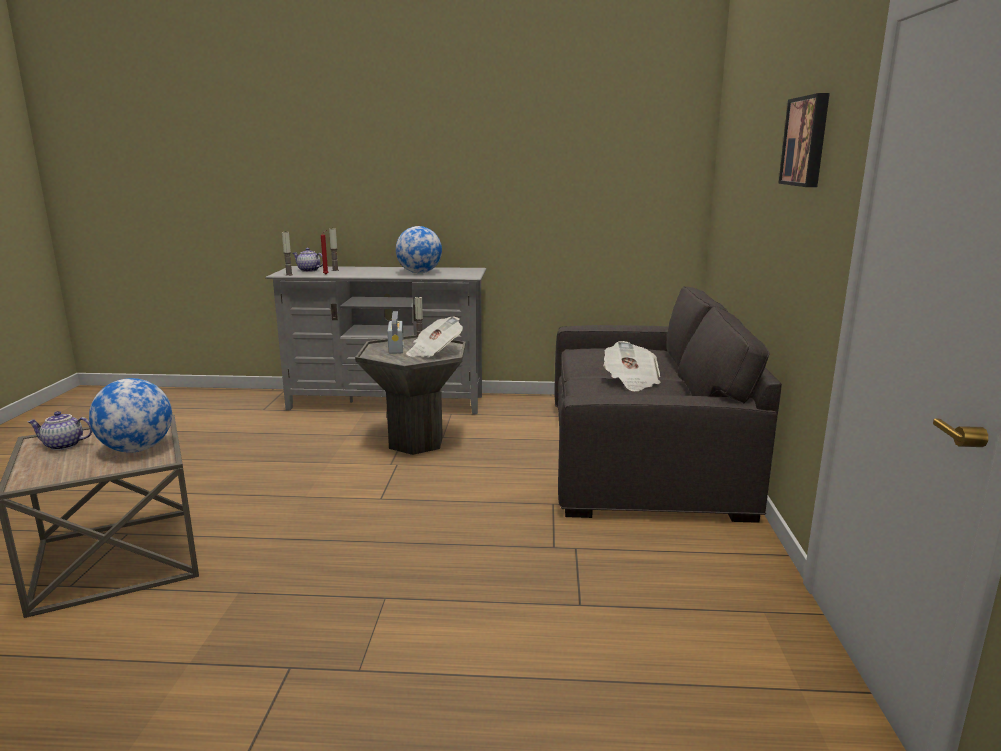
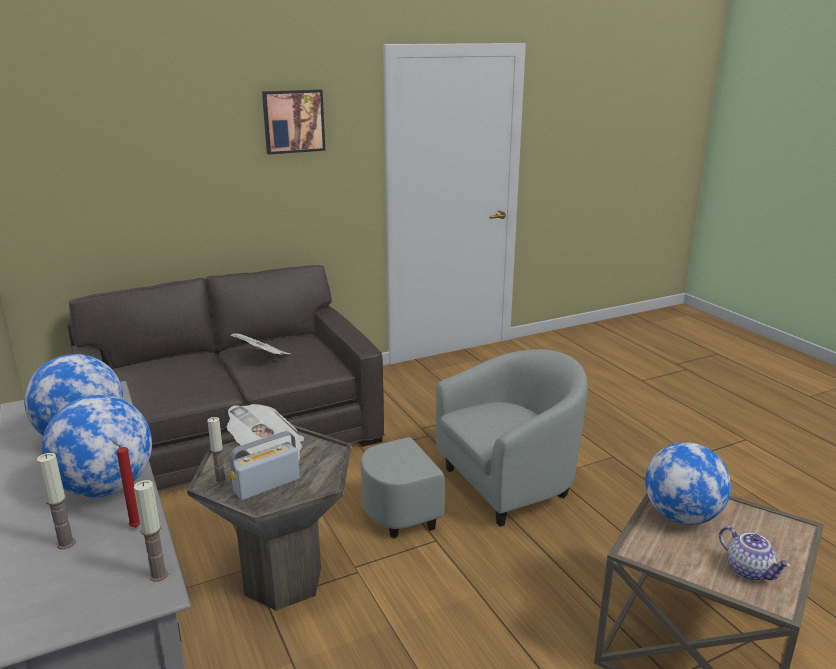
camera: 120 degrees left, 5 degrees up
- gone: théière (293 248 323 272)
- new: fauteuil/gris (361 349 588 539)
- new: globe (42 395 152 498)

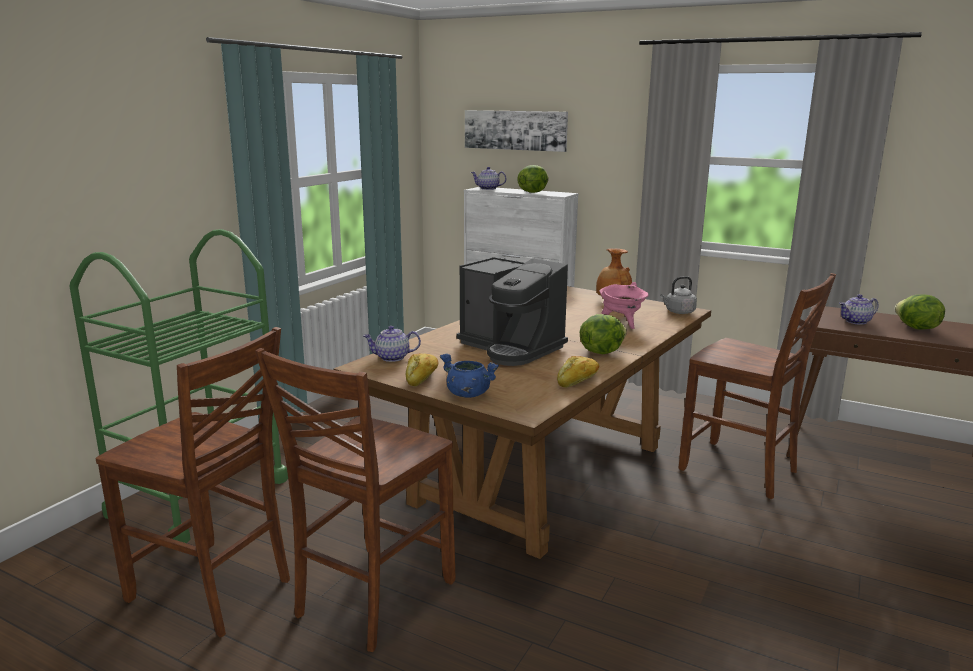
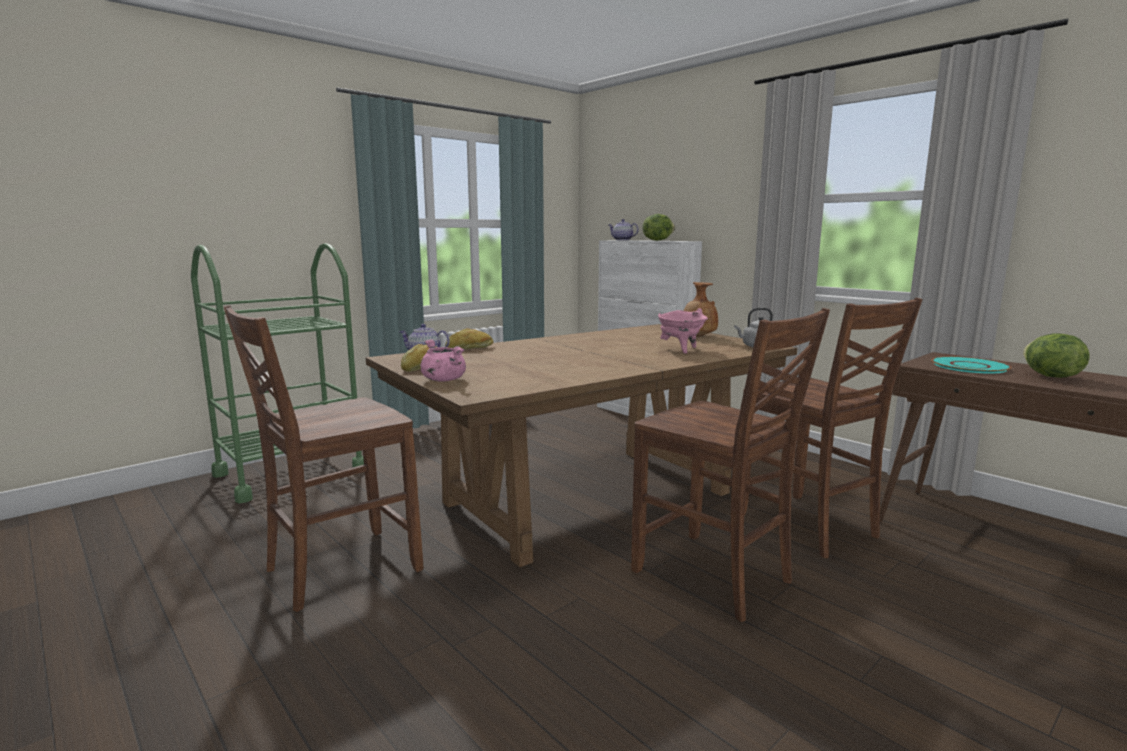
camera: 20 degrees right, 5 degrees down
- gone: tableau (465 110 568 152)
- gone: machine à café (456 257 568 366)
- swapped: théière (839 294 879 325) to assiette/turquoise (931 357 1012 374)
- gone: laitue (580 314 627 354)
- shifted: chaise/marron (96 327 290 638) to (631 308 830 622)
- repainted: marmite/bleu (440 354 499 398) to marmite/rose (421 339 466 382)
- shifted: pain (557 356 600 388) to (445 328 493 349)

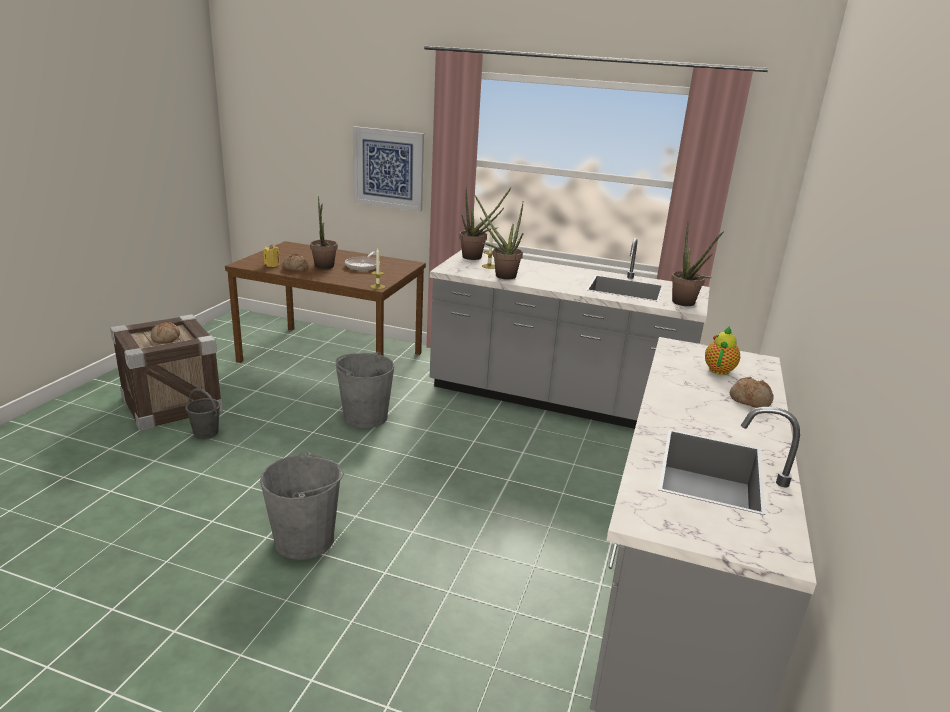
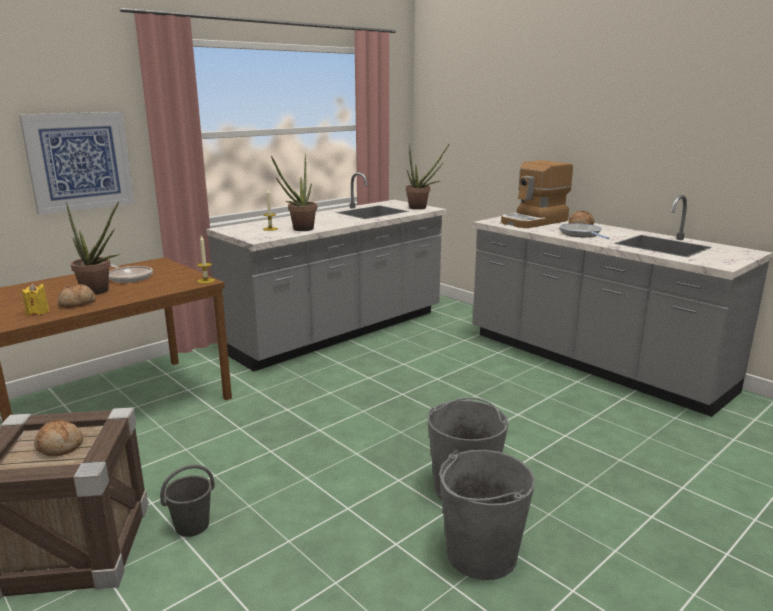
camera: 60 degrees left, 5 degrees down
- gone: plante en pot (459 187 511 260)
- swapped: théière (705 326 740 375) to machine à café (501 160 573 228)
- shifted: seau/gris (336 352 394 428) to (439 450 535 580)
- new: poêle (559 223 610 239)

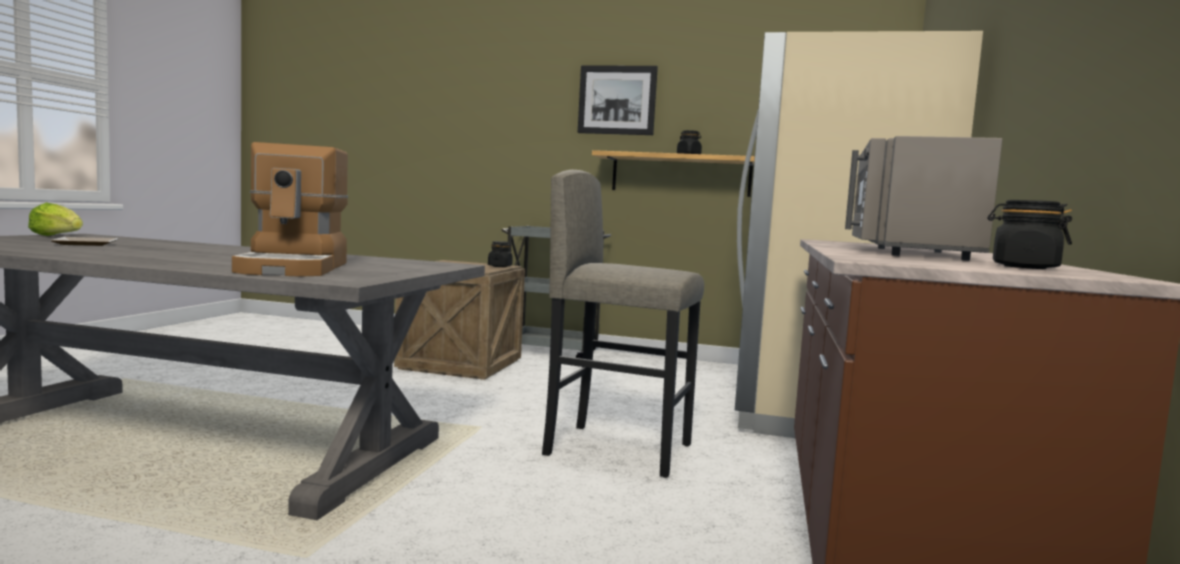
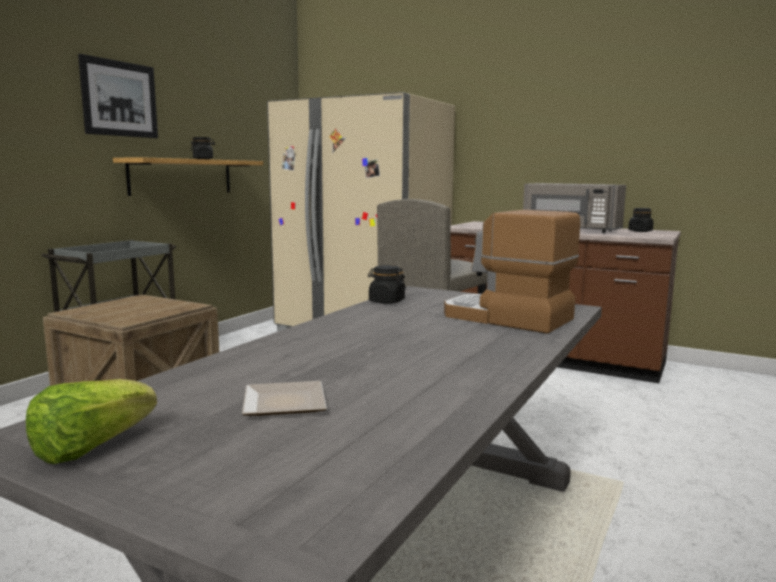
camera: 75 degrees left, 5 degrees up
- rotated: machine à café (232 142 348 277) = (444 210 580 334) 150 degrees counterclockwise
- shifted: bocal/noir (488 241 513 267) to (368 265 406 304)

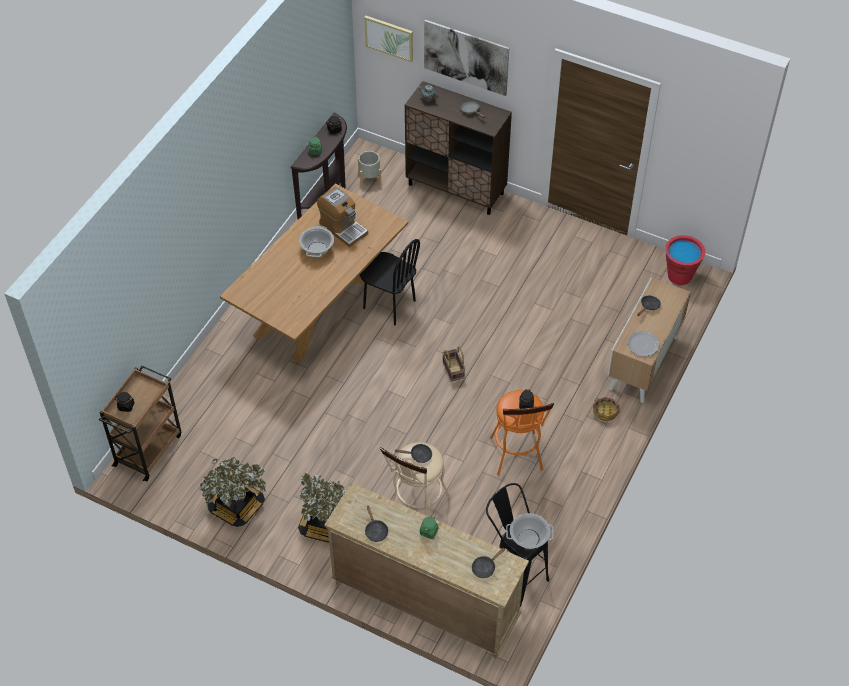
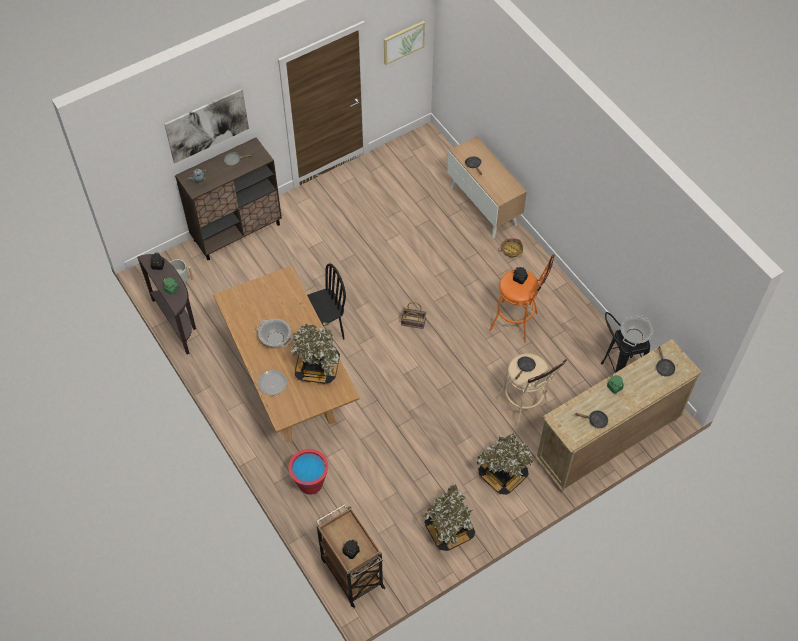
camera: 60 degrees left, 5 degrees up
- shifted: tableau (364 16 413 62) to (384 21 425 65)
- gone: machine à café (317 186 368 247)
- shifted: seau/rouge (665 235 705 285) to (288 449 328 495)
- shifted: assiette (627 331 660 357) to (258 370 287 396)
- new: plante en pot (291 322 340 384)

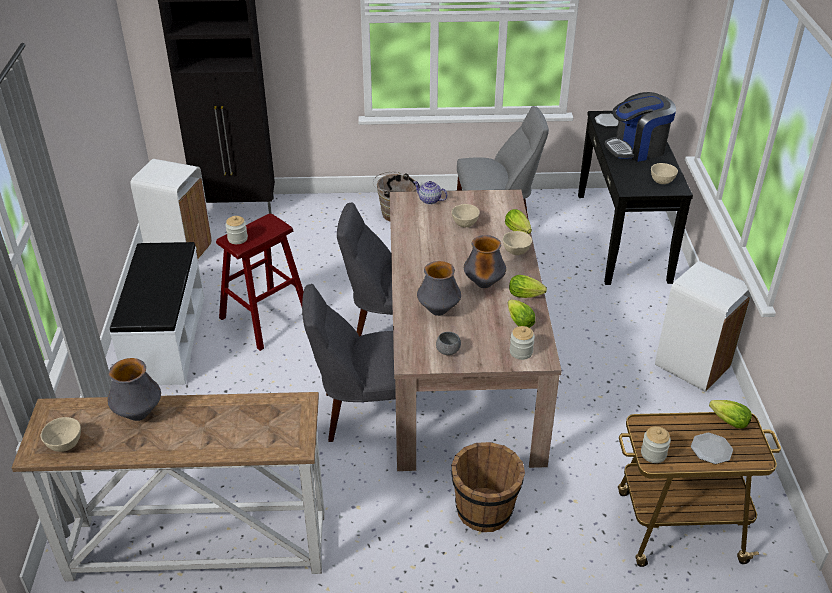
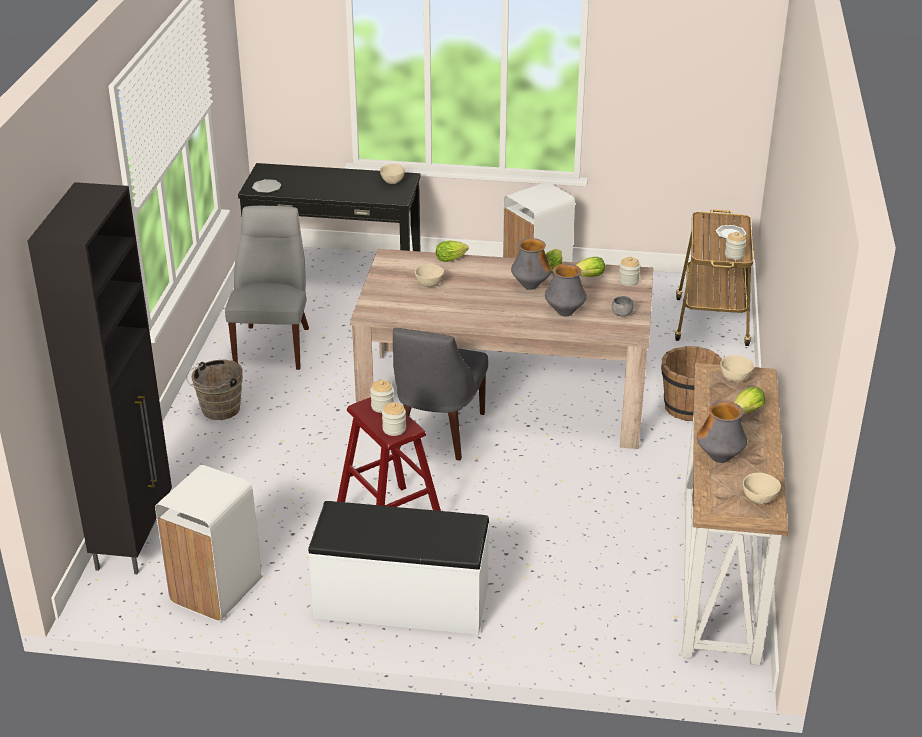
camera: 80 degrees left, 5 degrees down
- gone: machine à café (605 92 676 162)
- gone: théière (413 181 448 205)
- shifted: bol/beige (503 231 532 255) to (720 355 754 382)
- gone: chaise/gris (302 284 396 442)
- shifted: laitue (709 400 752 429) to (734 387 765 414)
- new: bocal (370 380 394 413)

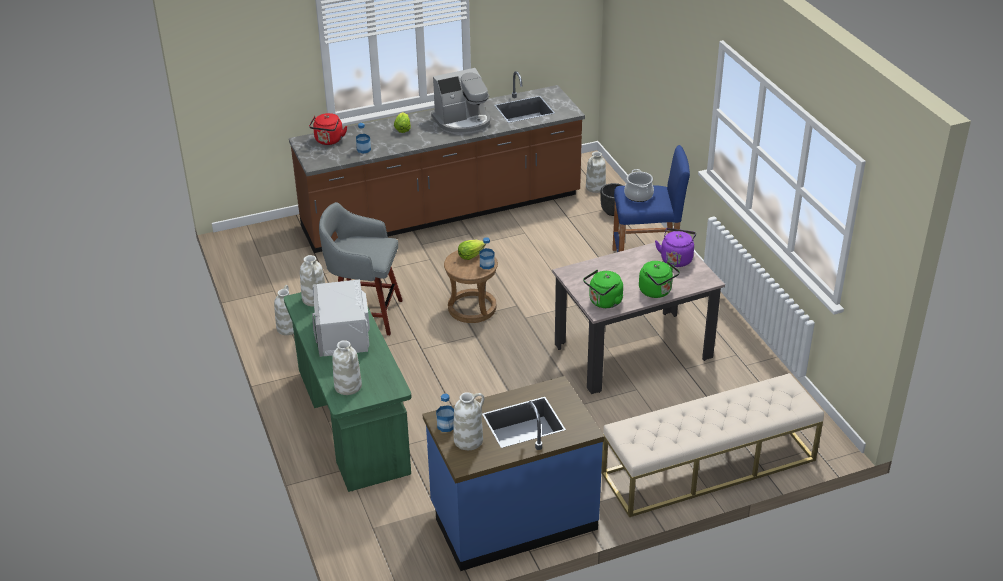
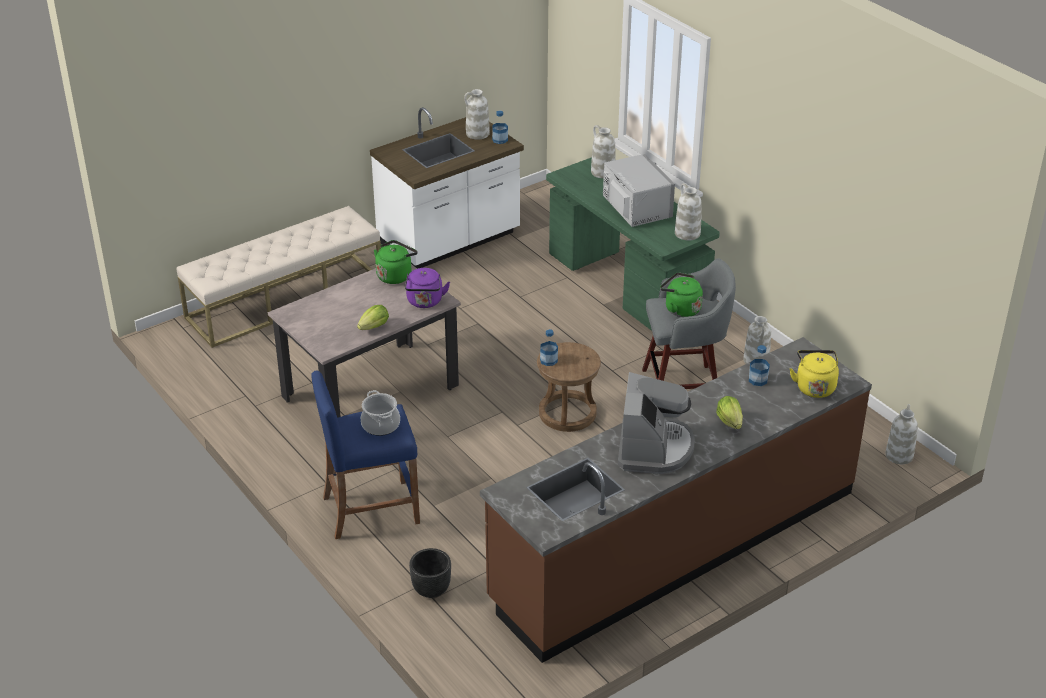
camera: 165 degrees right, 0 degrees up
- rotated: machine à café (431 68 490 134) = (618 372 695 474) 135 degrees clockwise
- repainted: bouilloire/rouge (309 113 347 145) to bouilloire/jaune (790 350 839 398)
- shifted: vase/blanc (586 151 606 193) to (885 404 918 464)
- shifted: bouilloire/violet (655 228 696 267) to (405 268 450 308)
- shifted: laitue (458 240 486 260) to (357 305 389 330)
- shifted: bouilloire/vert (639 261 680 298) to (660 272 703 317)
- repainted: comptoir de cuisine/bleu (423 376 604 571) to comptoir de cuisine/blanc (370 107 524 269)

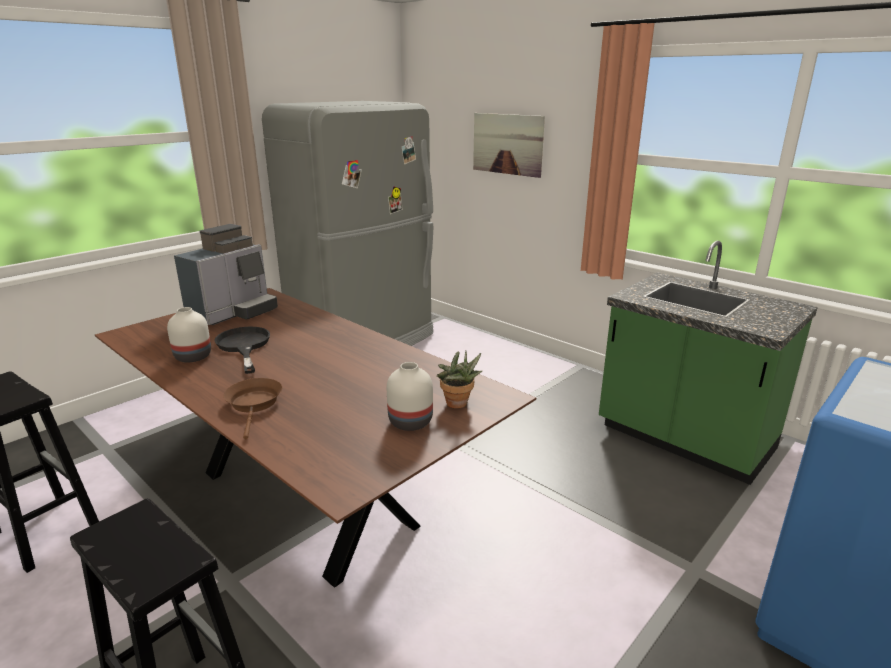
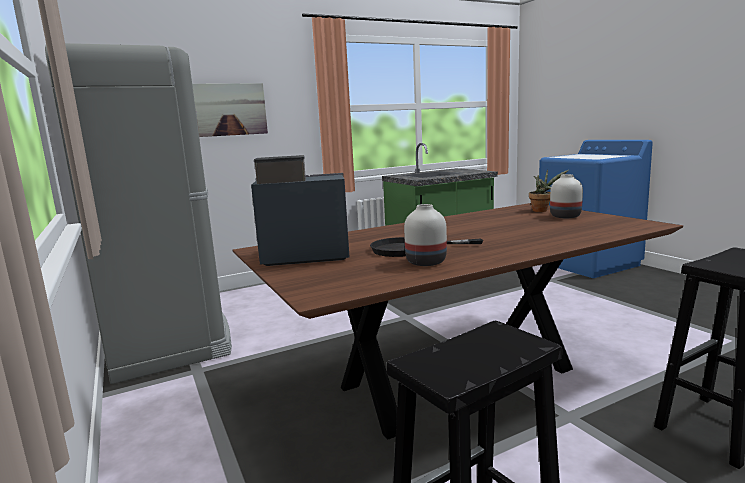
camera: 70 degrees left, 10 degrees down
- rotated: machine à café (174 224 278 325) = (251 155 349 266) 60 degrees counterclockwise
- gone: poêle/marron (223 378 282 439)

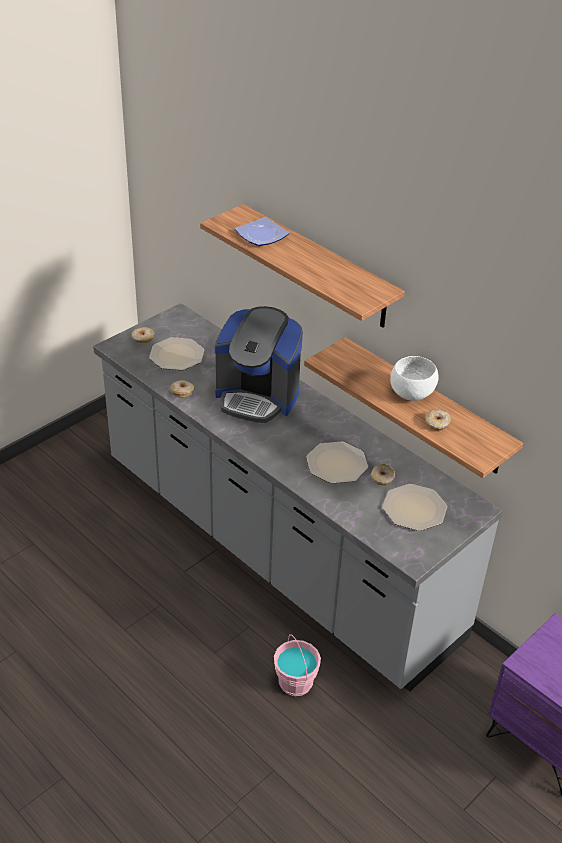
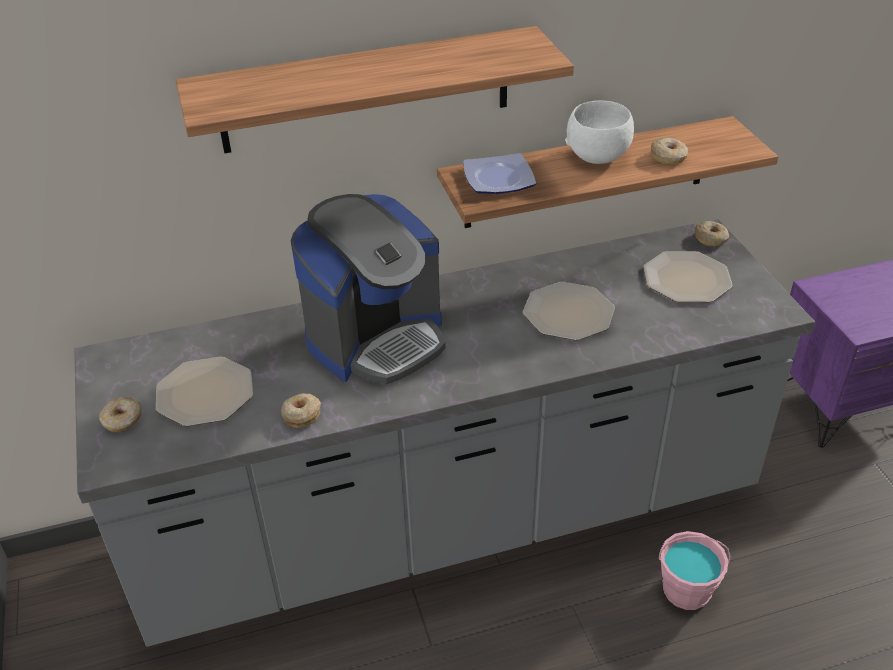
camera: 60 degrees left, 0 degrees up
- shifted: assiette (235 217 290 246) to (463 153 536 194)
- shifted: beignet (371 464 395 485) to (695 221 729 246)

